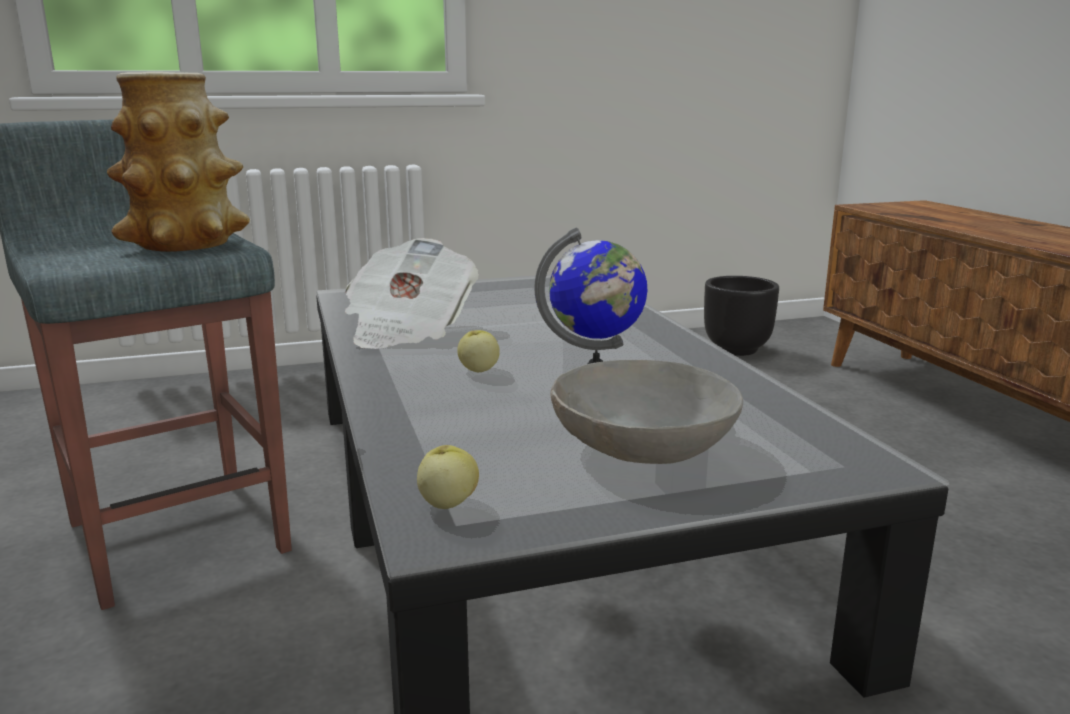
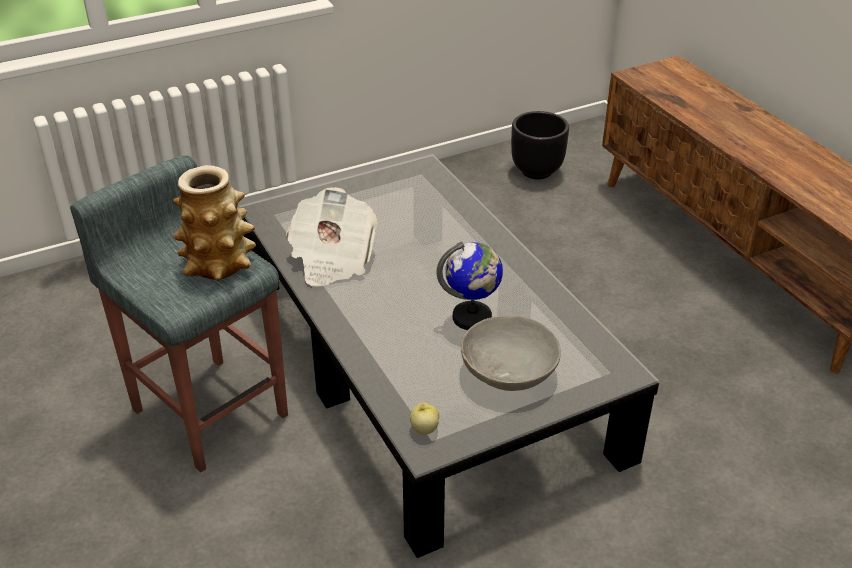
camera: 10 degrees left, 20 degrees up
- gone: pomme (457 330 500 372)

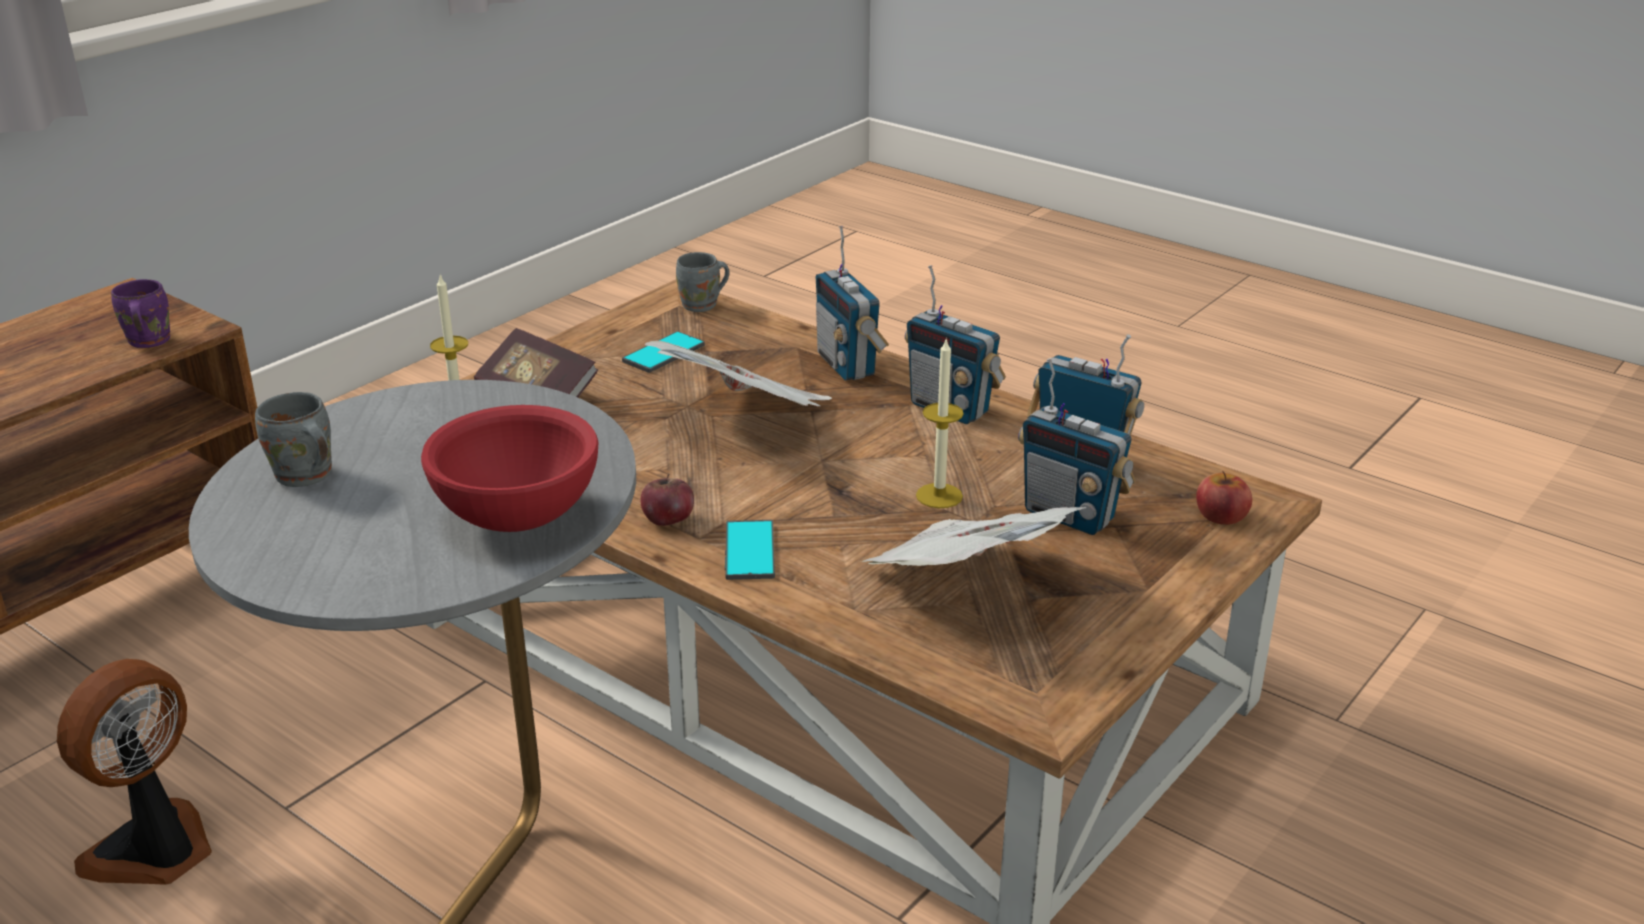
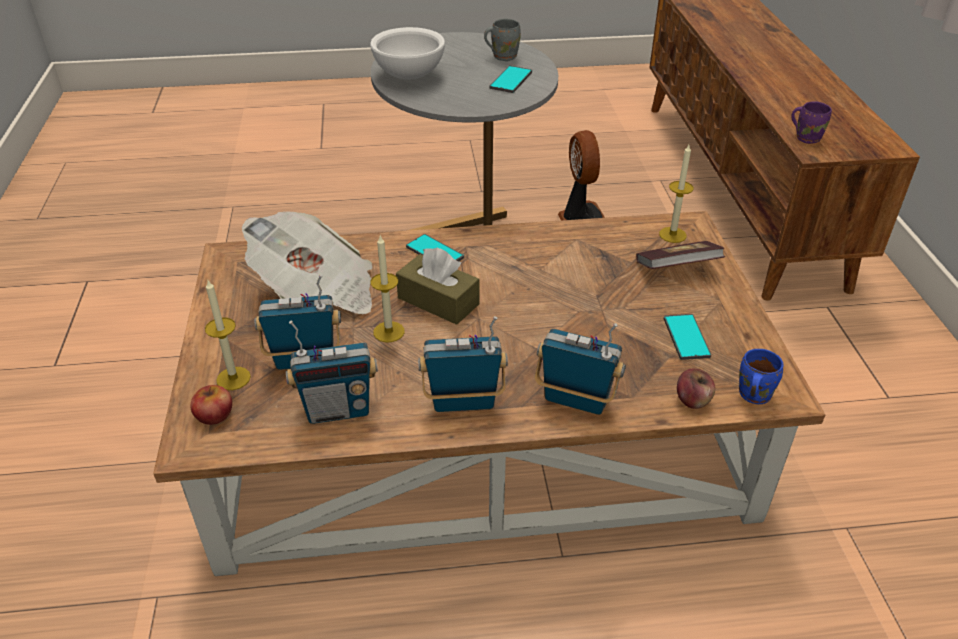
camera: 135 degrees right, 10 degrees up
- repainted: mug/gris (676 252 730 312) to mug/bleu (739 349 783 404)
- gone: journal (645 340 832 406)
- repainted: bol/rouge (421 405 598 532) to bol/blanc (370 27 445 80)
- shifted: pomme (640 474 694 526) to (677 369 715 409)
- new: téléphone (489 66 532 93)
- new: boîte à mouchoirs/marron (396 247 480 325)
- new: bougie (205 280 251 390)

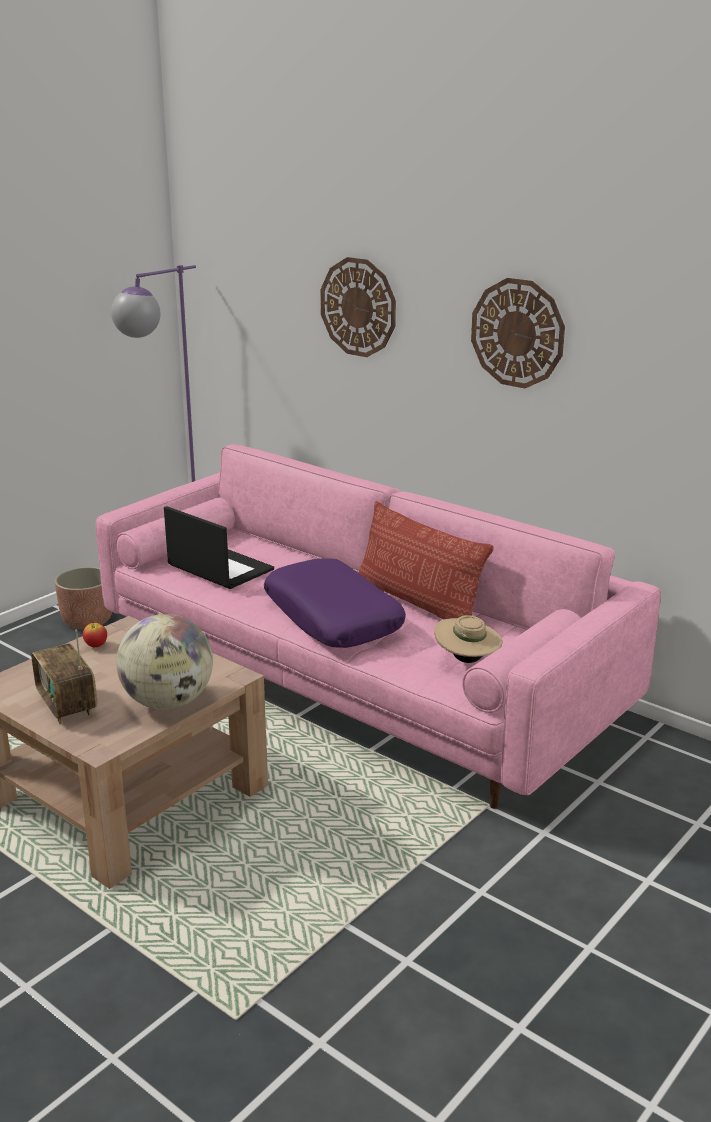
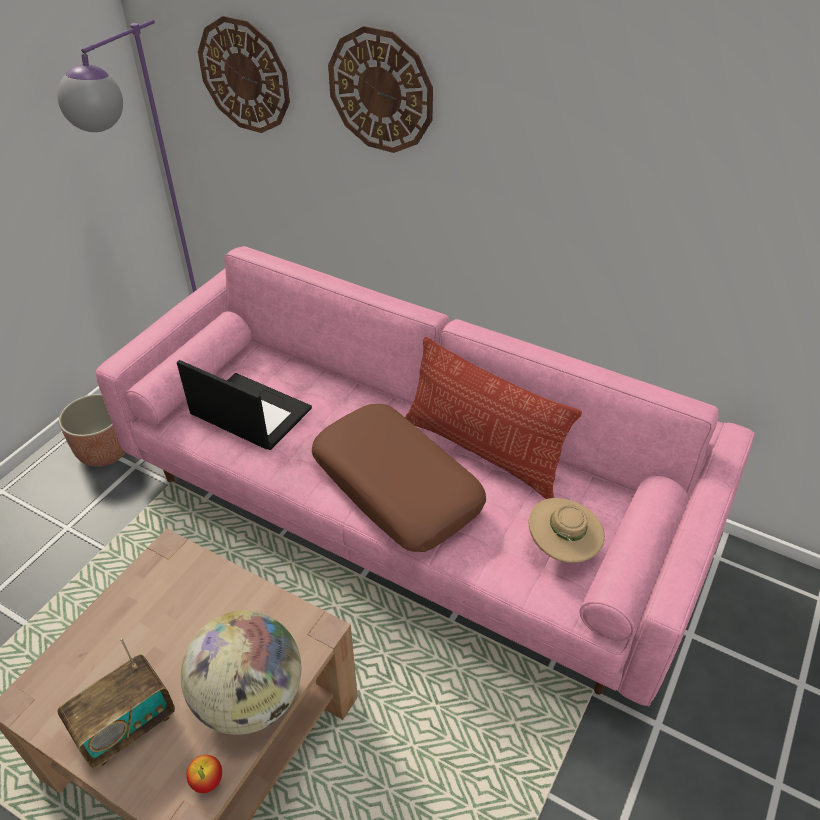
camera: 10 degrees left, 20 degrees up
- shifted: horloge murale (471 278 565 388) to (198 16 290 133)
- repainted: coussin/violet (264 558 406 648) to coussin/marron (312 404 486 552)
- shifted: pomme (83 623 107 647) to (187 755 222 793)
- rotated: radio (31 630 97 724) = (57 638 175 768) 90 degrees counterclockwise

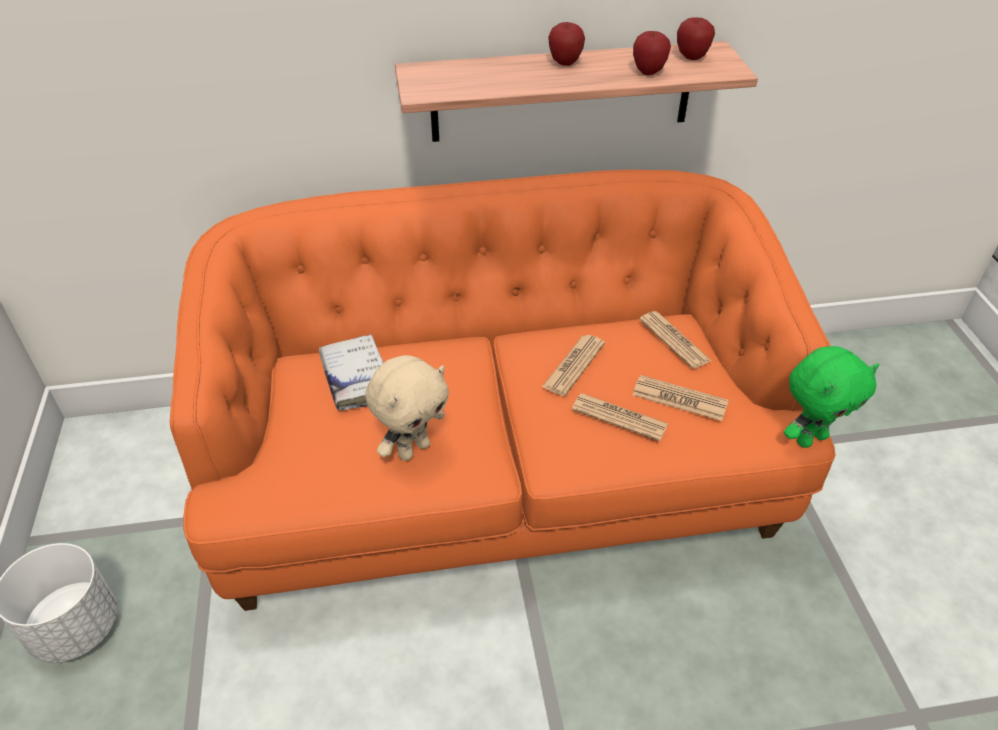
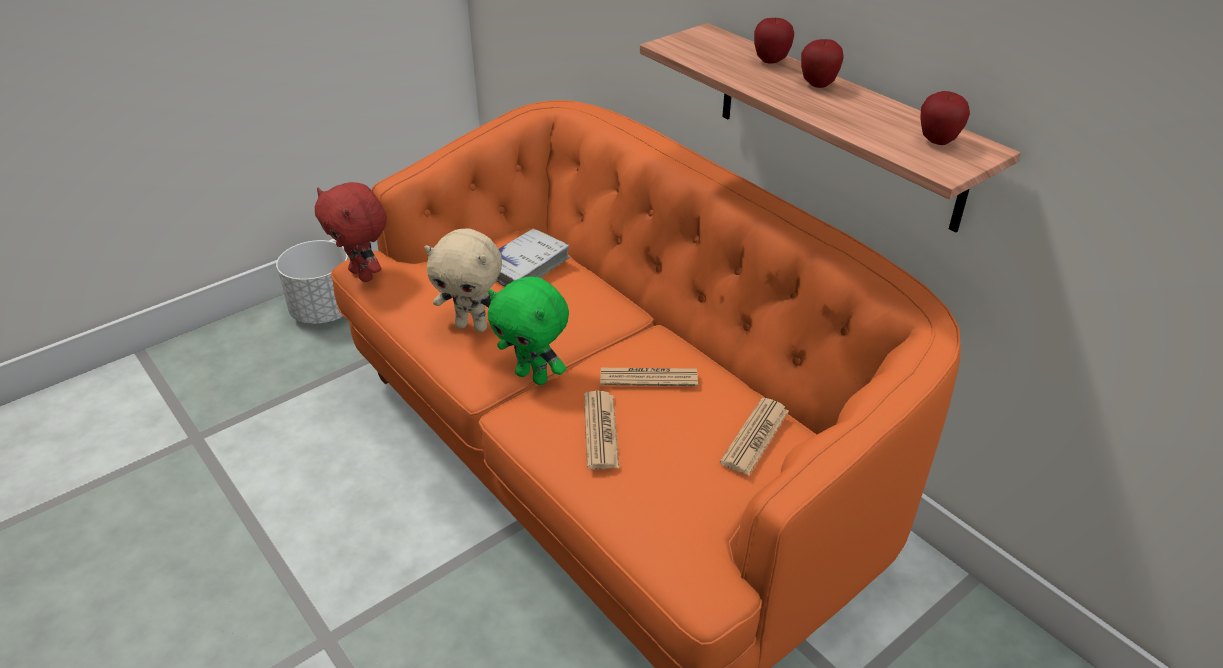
camera: 60 degrees right, 5 degrees down
- shifted: pomme (633 31 671 75) to (754 18 794 64)
- shifted: peluche/vert (784 346 879 448) to (488 277 569 385)
- gone: journal (633 375 729 421)
- new: peluche/rouge (315 182 387 282)

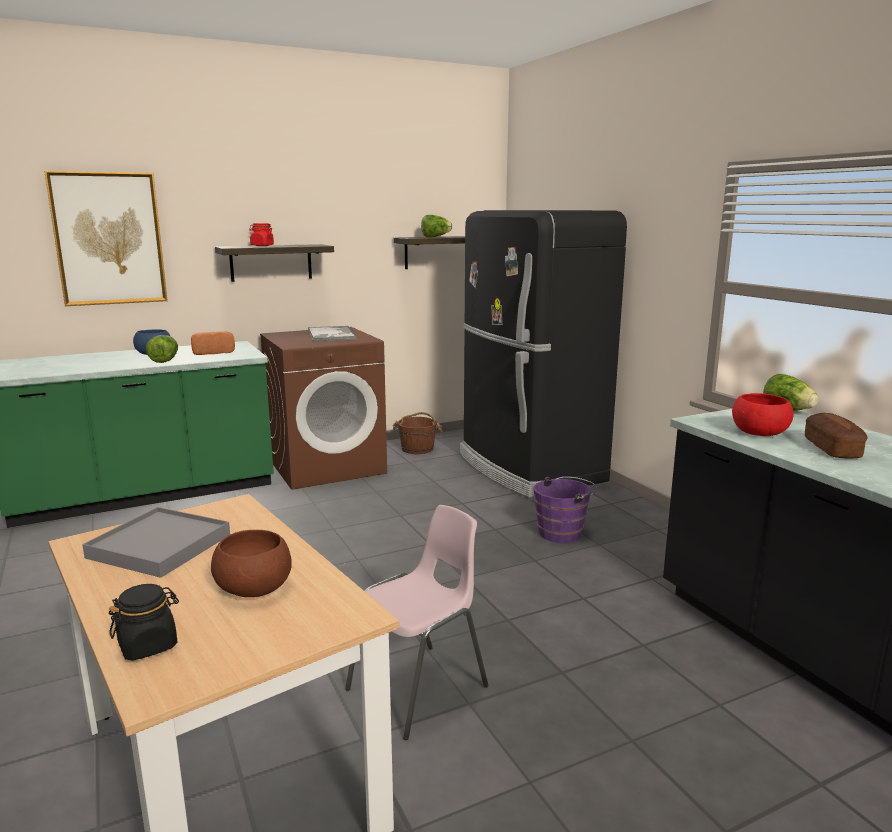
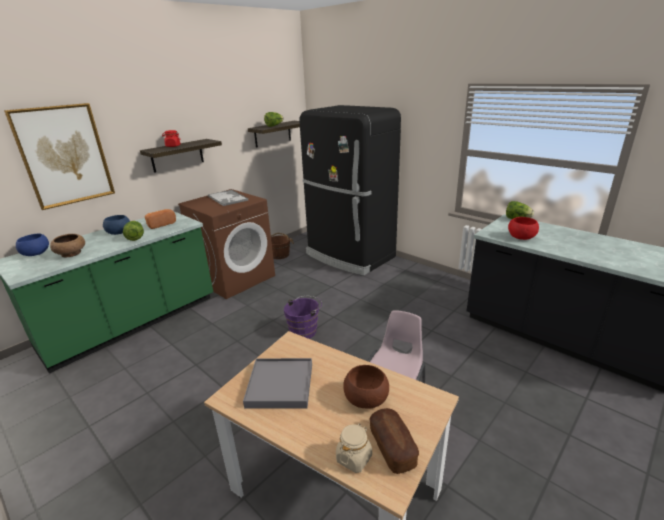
camera: 20 degrees left, 10 degrees up
- shifted: pain (805 413 868 458) to (369 408 419 474)
- shifted: seau/violet (533 477 597 543) to (284 296 322 339)
- repainted: bocal/noir (109 584 179 661) to bocal/beige (336 424 372 473)
- new: bol/bleu (16 234 49 256)
- new: bol/marron (50 234 85 257)

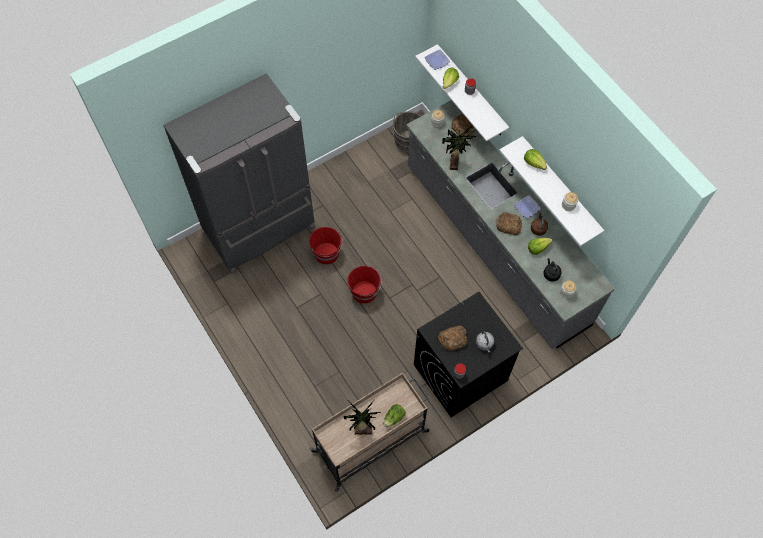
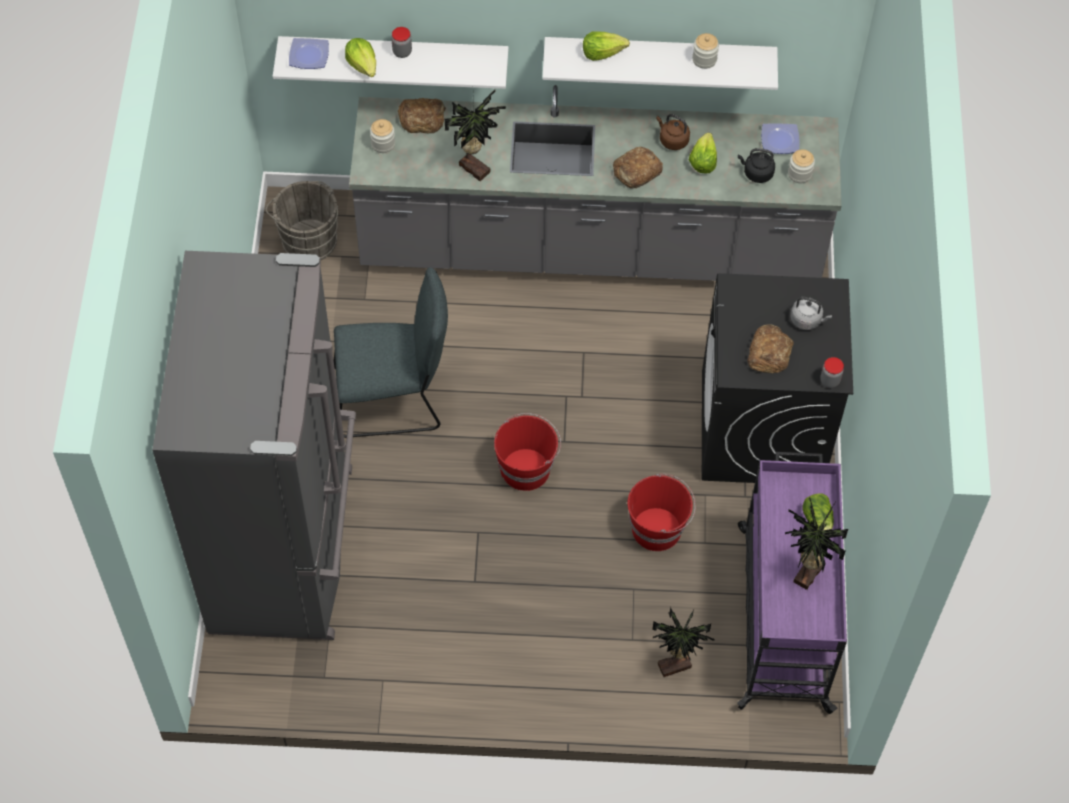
camera: 55 degrees left, 5 degrees down
- shifted: assiette (514 195 541 218) to (761 124 800 154)
- shifted: seau/rouge (309 227 343 264) to (628 474 696 551)
- repainted: chariot/beige (310 373 429 492) to chariot/violet (737 452 847 714)
- new: chaise/gris (334 267 448 438)
- new: plante en pot (652 606 714 677)

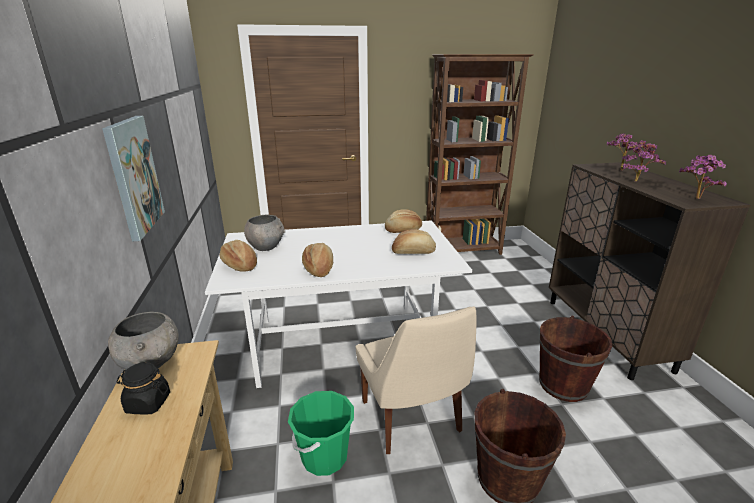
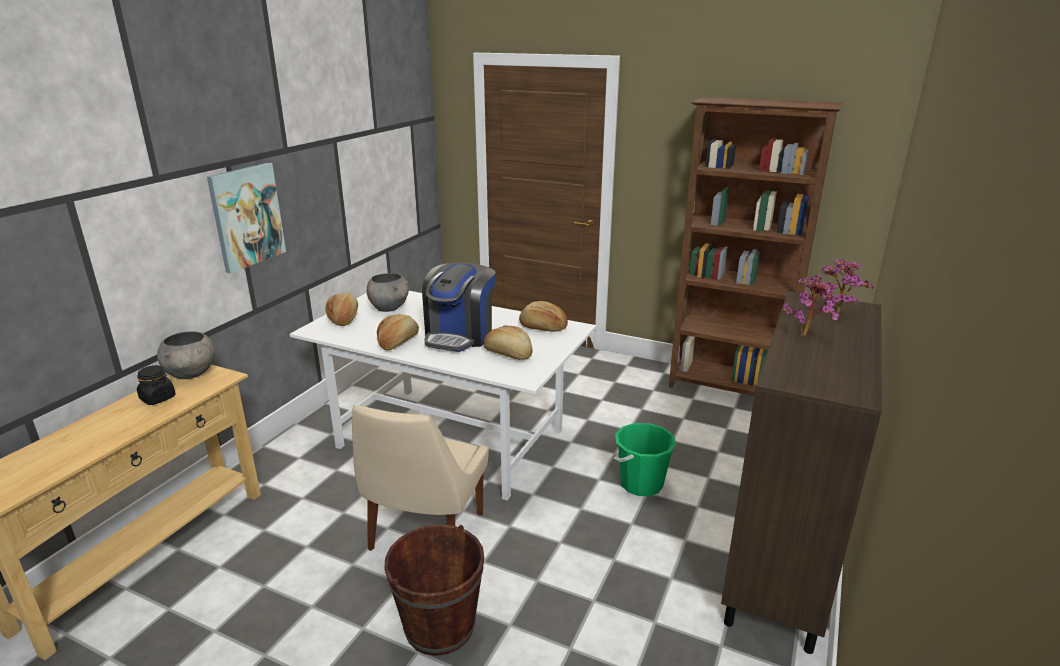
camera: 35 degrees right, 0 degrees up
- gone: plante en pot (679 155 727 199)
- gone: seau/marron (539 316 613 402)
- shifted: seau/vert (288 391 354 476) to (614 423 676 496)
- new: machine à café (422 263 496 352)

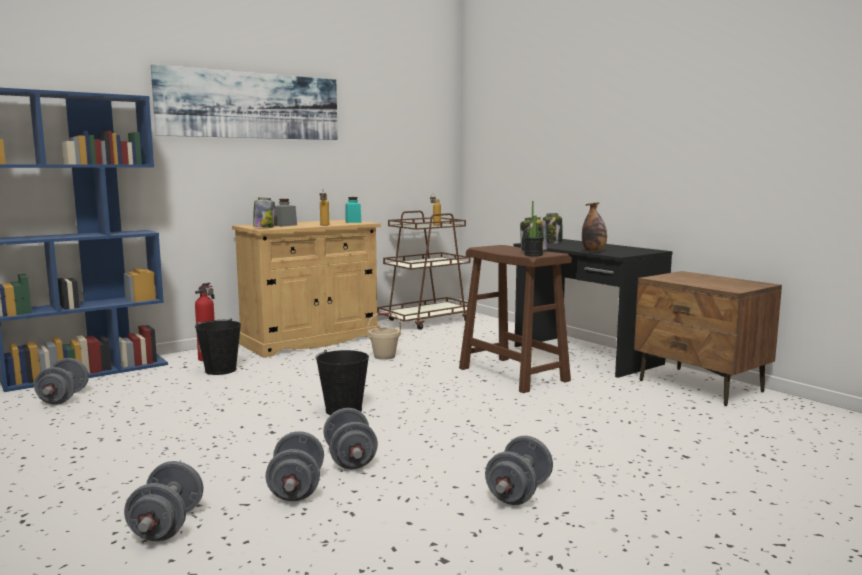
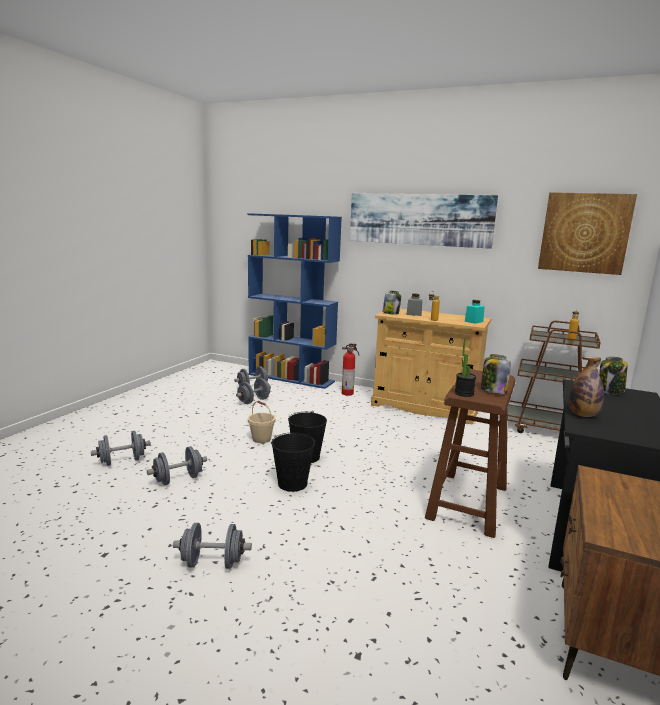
camera: 60 degrees right, 5 degrees up
- shifted: seau/beige (367 312 401 360) to (248 401 276 443)
- shifted: seau/noir (195 318 241 375) to (271 432 315 492)
- shifted: haltère/gris (323 408 378 469) to (236 378 271 404)
- new: tableau (538 192 637 275)

